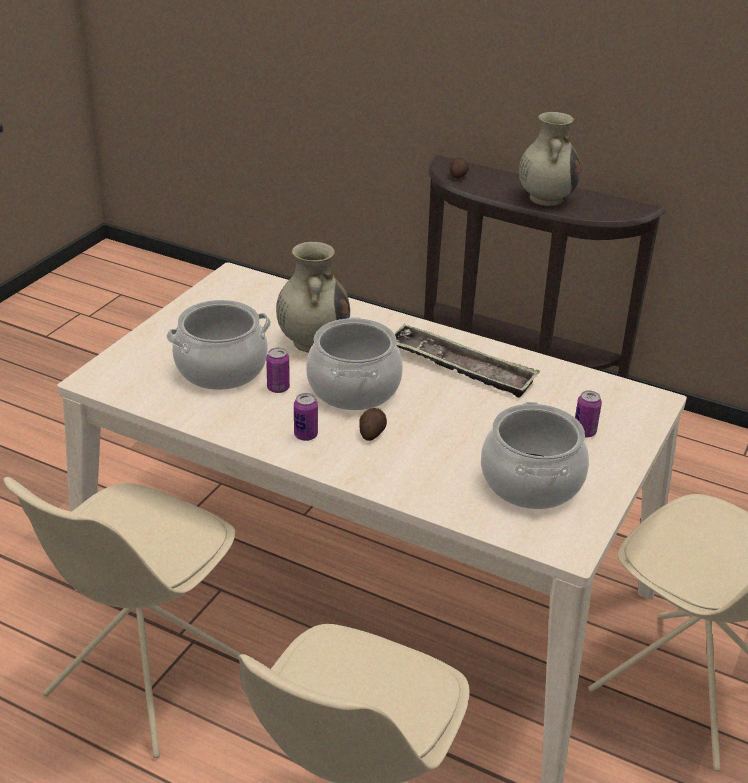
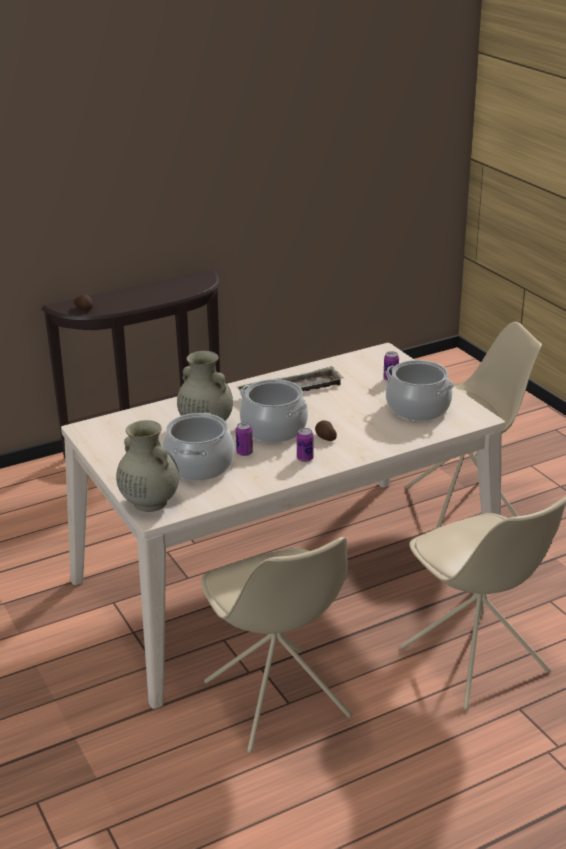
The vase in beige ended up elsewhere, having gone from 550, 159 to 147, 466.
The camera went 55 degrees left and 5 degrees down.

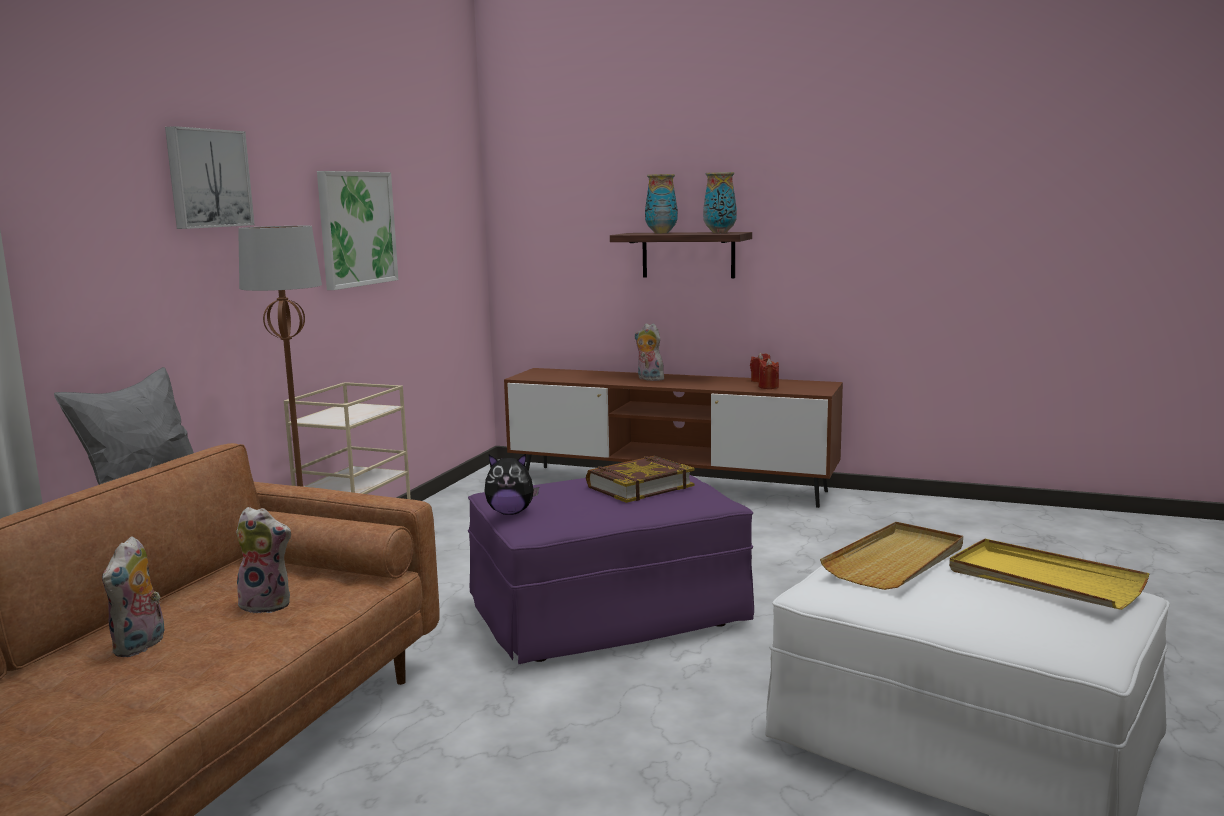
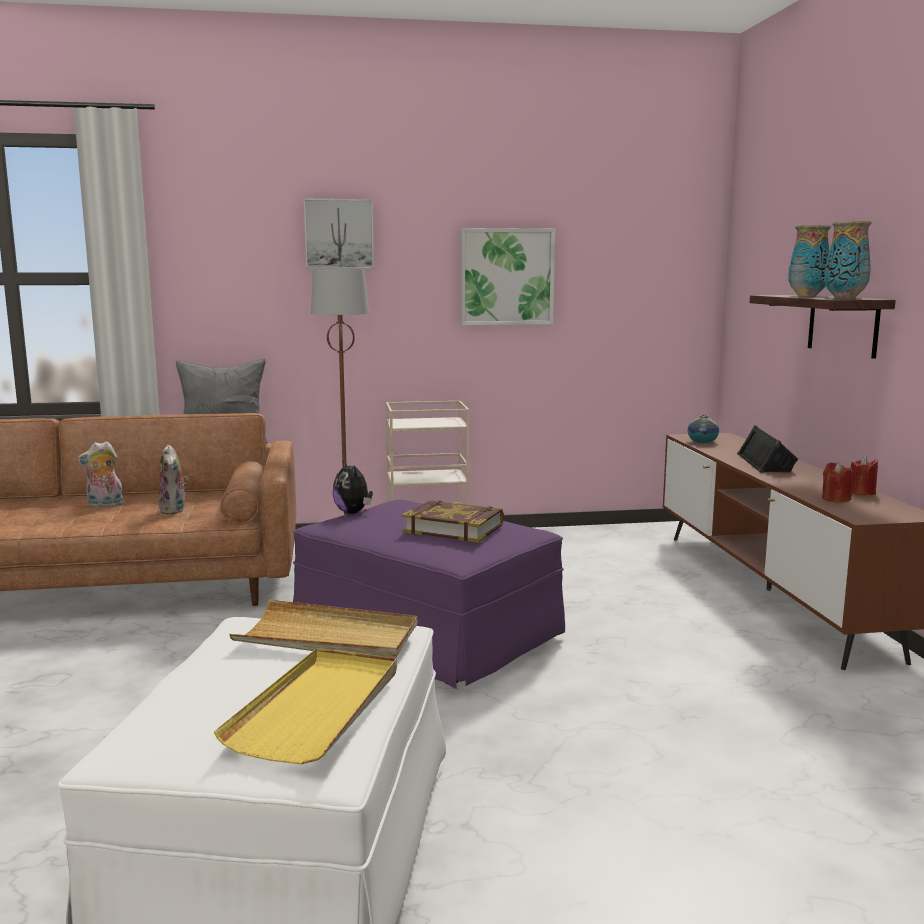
Where the plush toy stood at 649, 352, the speaker in black came to stand at 767, 448.
The second view gained the vase at 703, 429.
The camera went 60 degrees right and 0 degrees up.

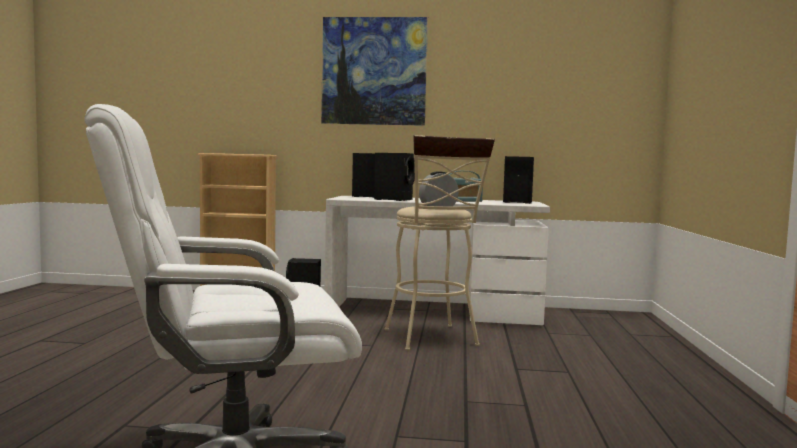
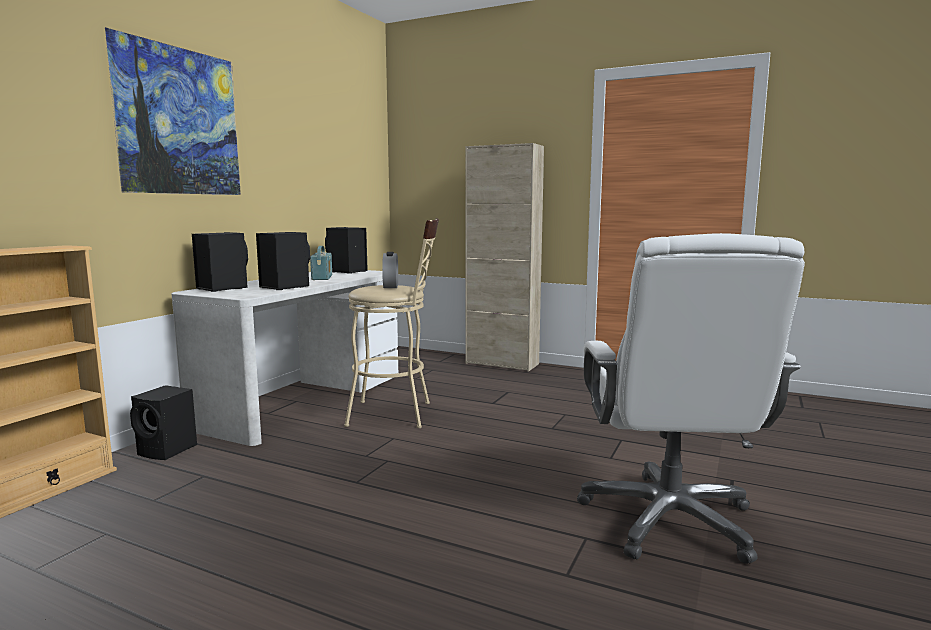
The second view gained the cabinet in beige at 504, 257.
The camera went 70 degrees left and 5 degrees up.

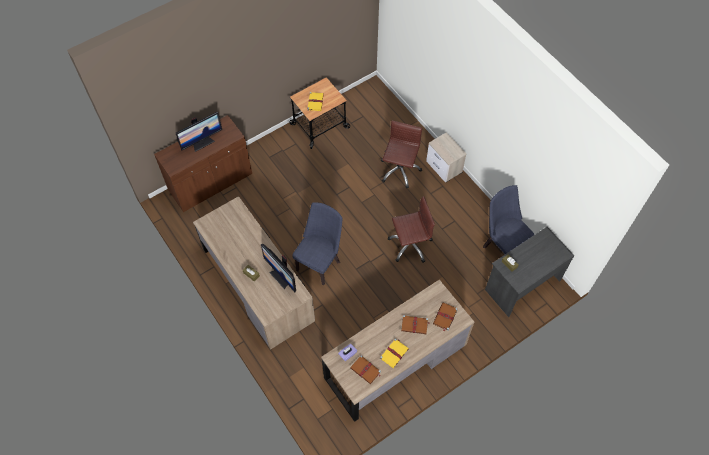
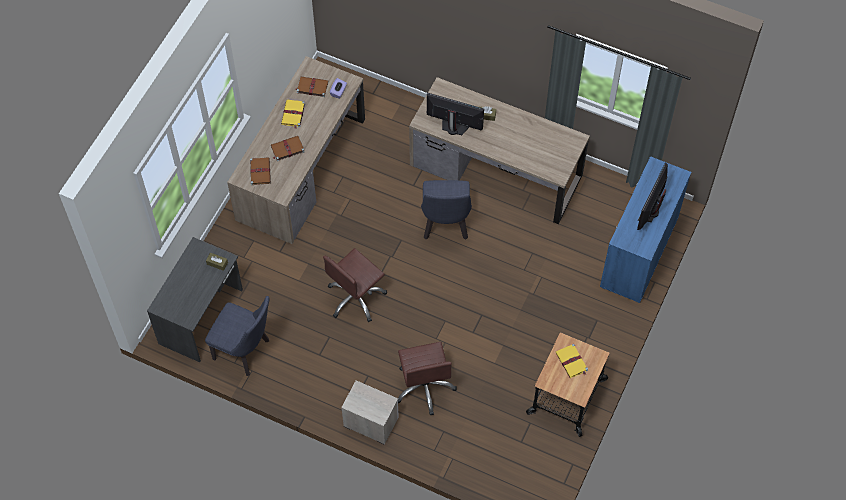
What was the cabinet in brown at 203, 163 turned into the cabinet in blue at 645, 229.
The camera went 150 degrees right and 0 degrees up.

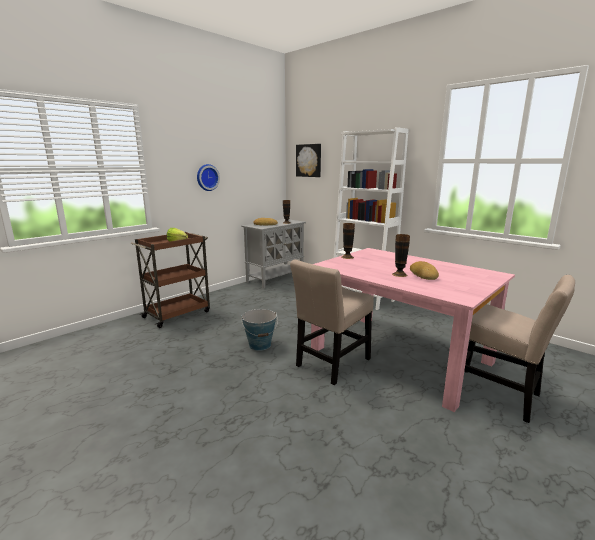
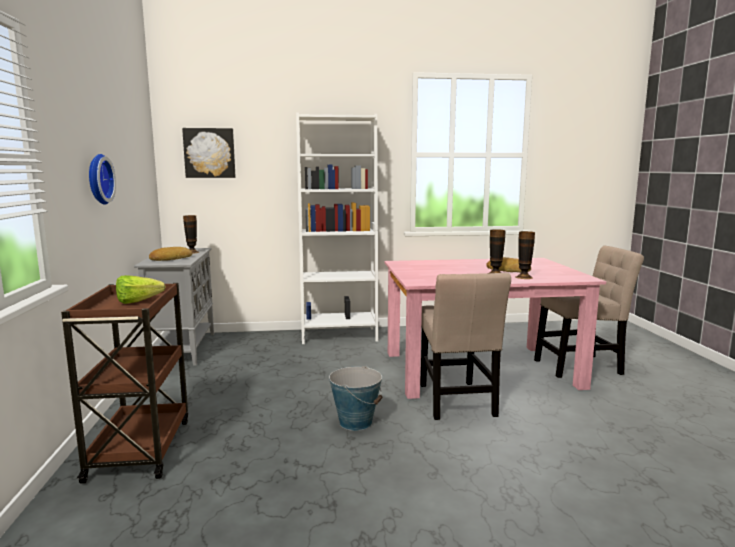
The vase ended up elsewhere, having gone from 348, 241 to 525, 255.
The camera went 50 degrees left and 5 degrees down.

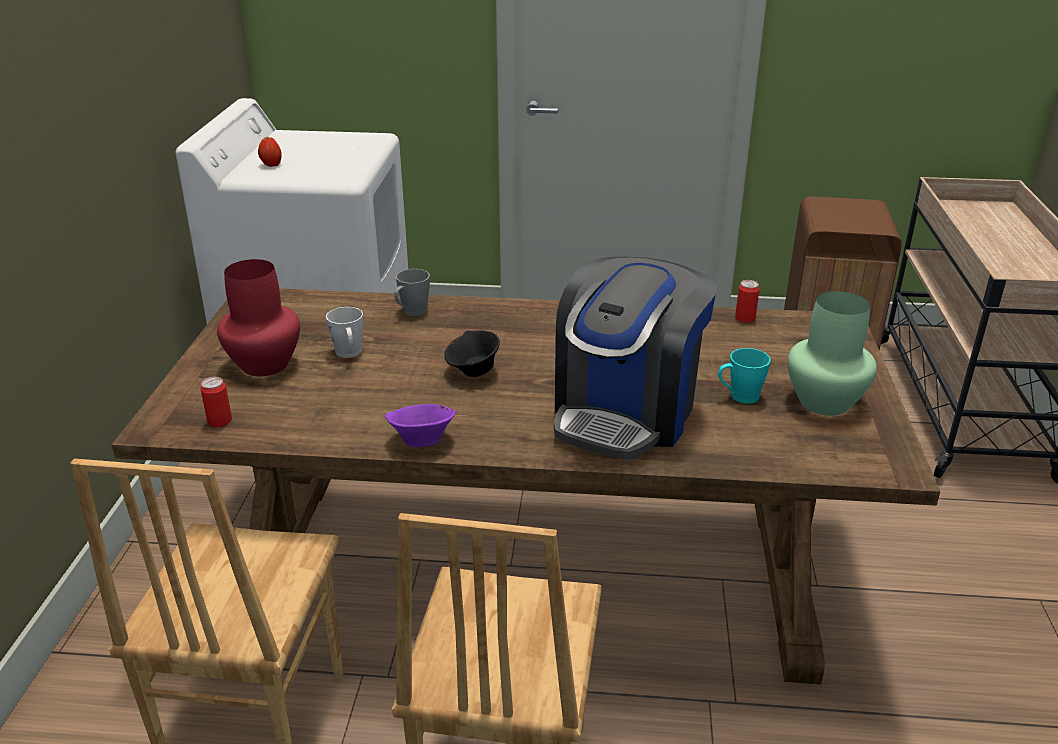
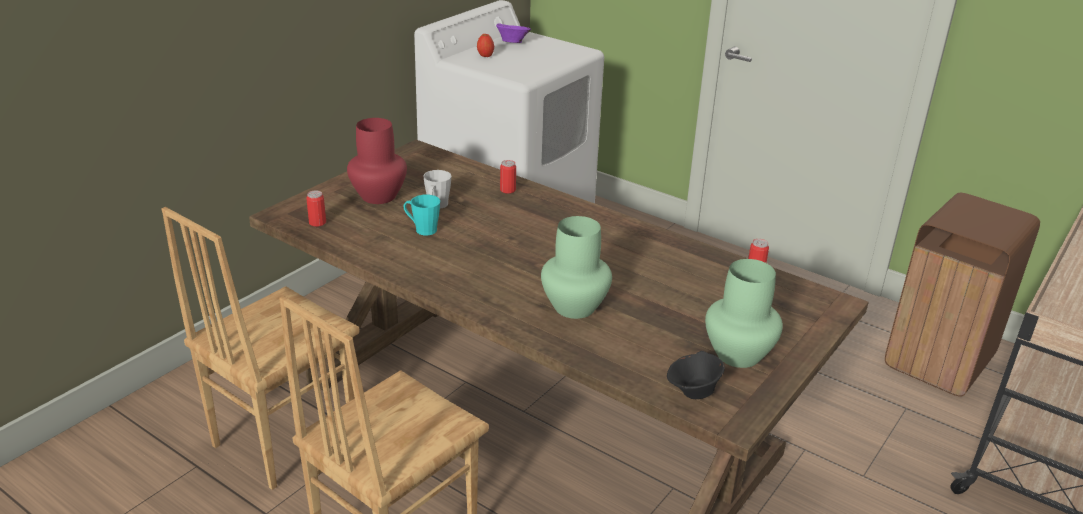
Where the coffee machine stood at 635, 358, the vase in green came to stand at 576, 267.
Where the mug in grey stood at 412, 292, the can came to stand at 508, 177.
The bowl in black ended up elsewhere, having gone from 472, 353 to 696, 375.
The mug in turquoise ended up elsewhere, having gone from 744, 376 to 421, 215.
The bowl in purple ended up elsewhere, having gone from 420, 425 to 513, 33.
The camera went 30 degrees right and 0 degrees up.

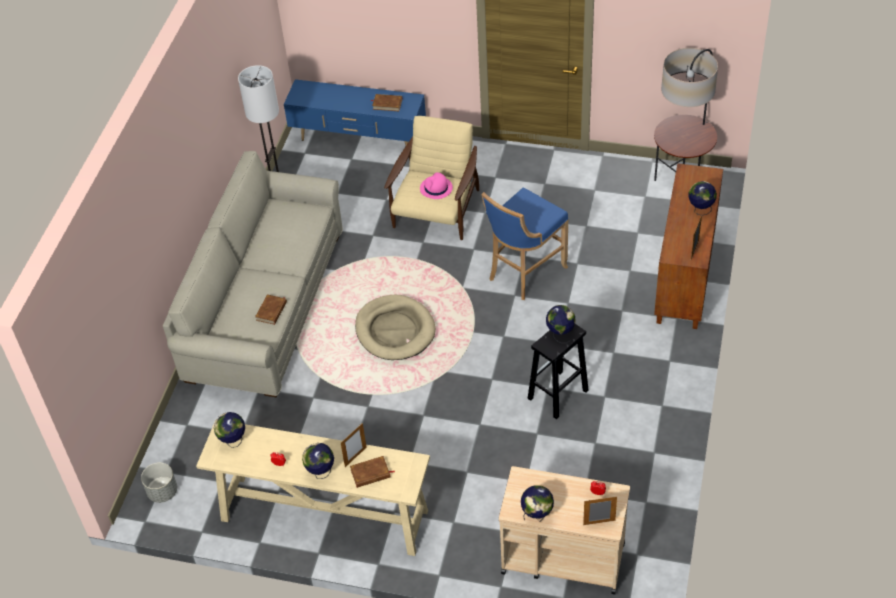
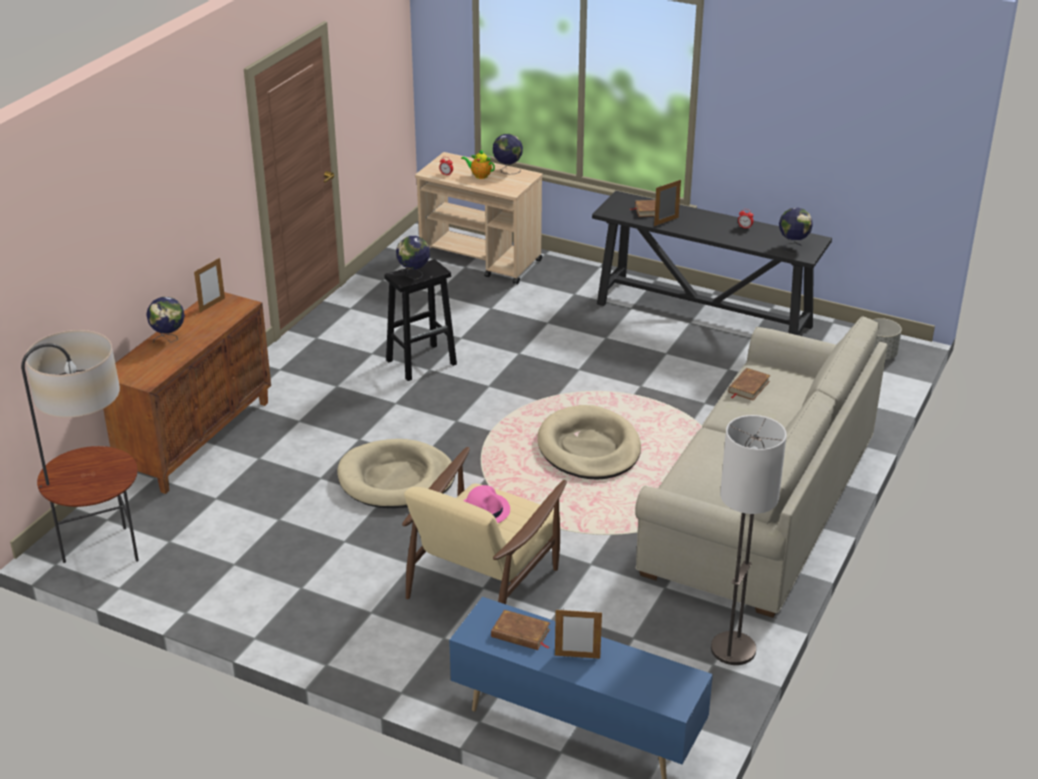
Where the stool in blue stood at 524, 244, the dog bed in beige came to stand at 396, 473.
What was the console table in beige at 313, 488 turned into the console table in black at 712, 263.
The second view lost the globe at 318, 461.
The picture frame ended up elsewhere, having gone from 600, 510 to 578, 633.
The second view gained the teapot at 478, 164.
The camera went 170 degrees left and 15 degrees down.

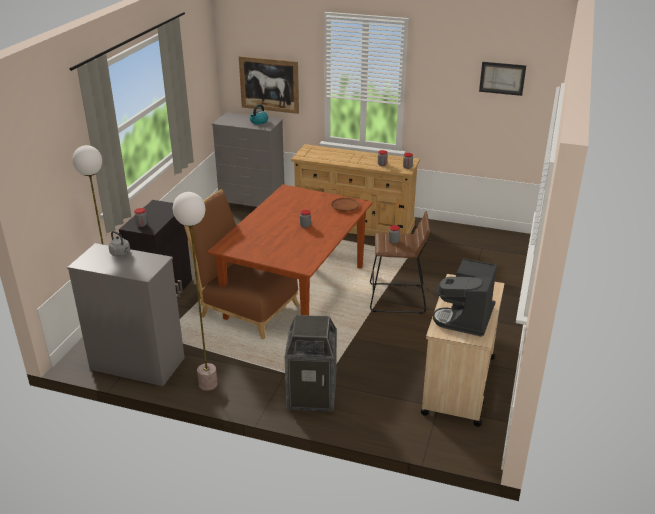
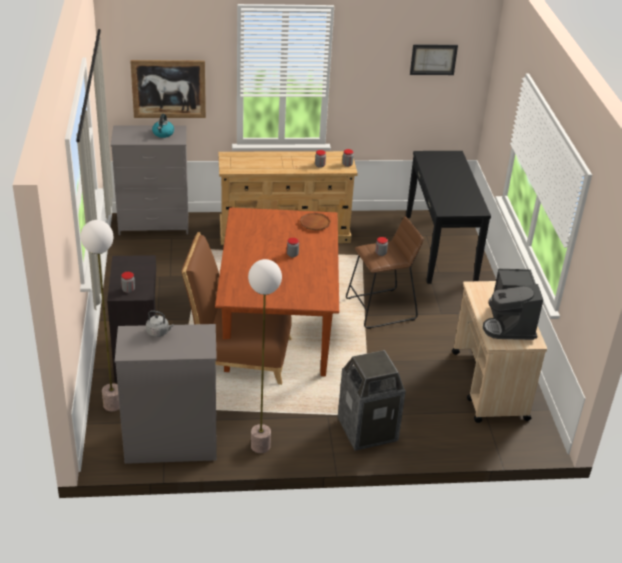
The second view gained the console table in black at 448, 217.
The camera went 25 degrees left and 5 degrees up.

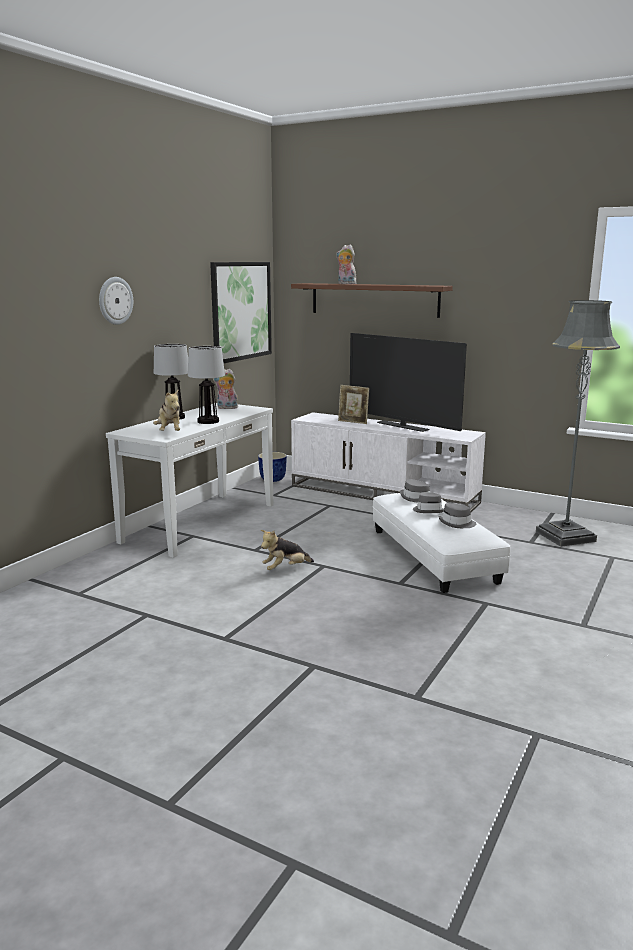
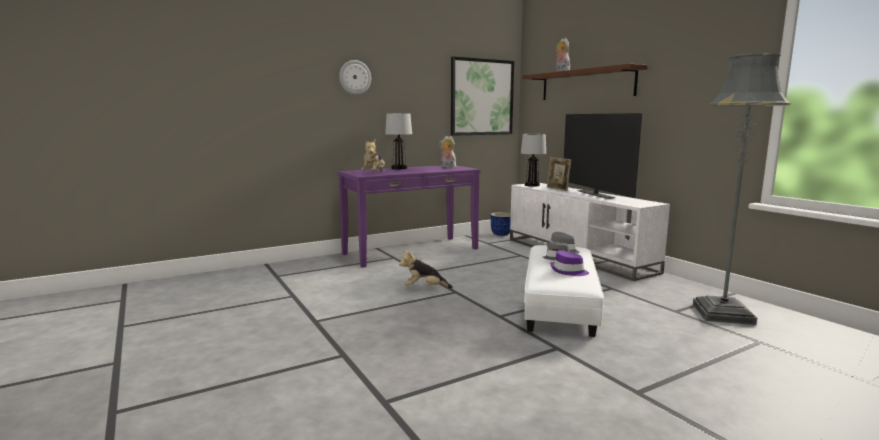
The table lamp ended up elsewhere, having gone from 206, 385 to 533, 160.
What was the console table in white at 190, 480 turned into the console table in purple at 408, 217.
What was the hat in grey at 457, 515 turned into the hat in purple at 569, 263.
The camera went 30 degrees right and 5 degrees down.

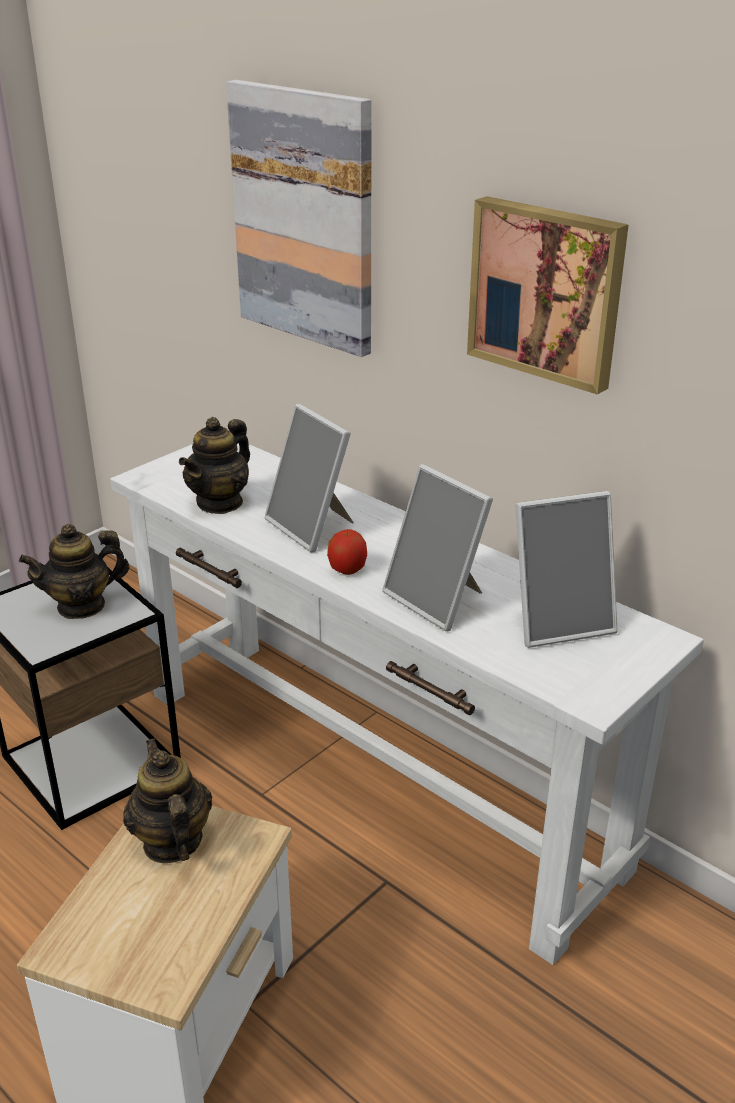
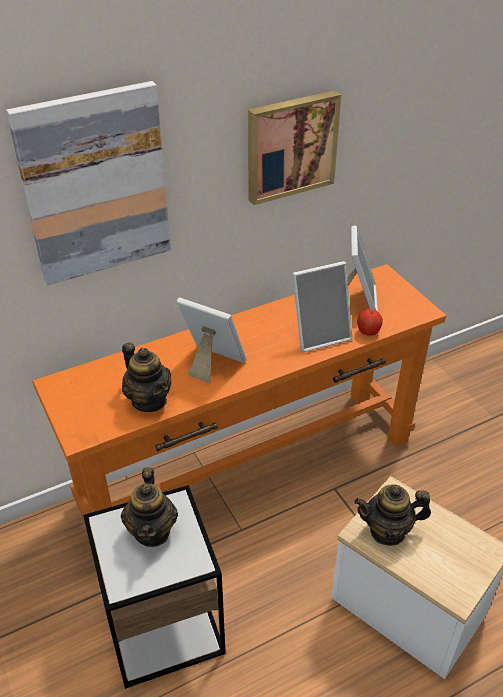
The picture frame at 309, 478 ended up facing another way, 135 degrees counterclockwise from before.
What was the console table in white at 407, 704 turned into the console table in orange at 239, 405.
The apple ended up elsewhere, having gone from 347, 552 to 370, 322.
The camera went 70 degrees left and 10 degrees up.

